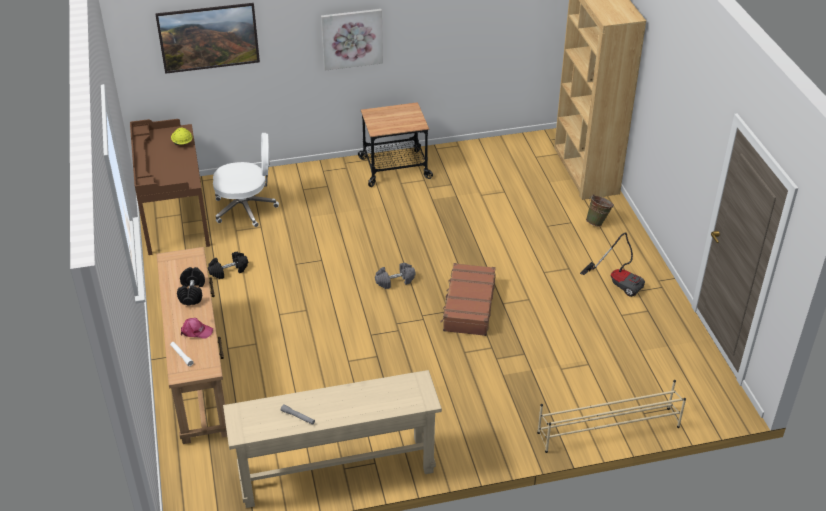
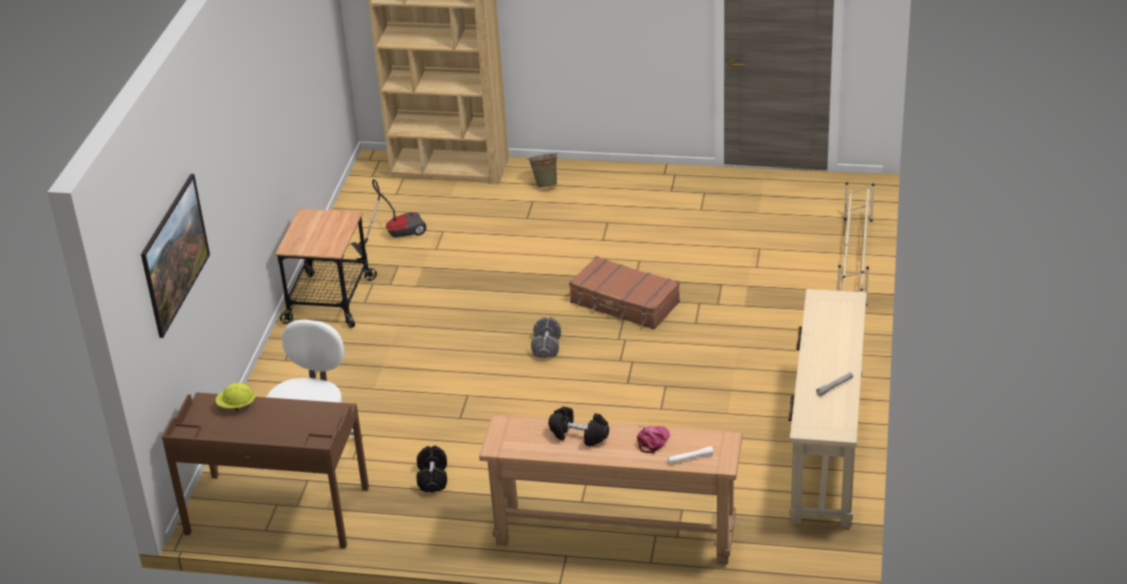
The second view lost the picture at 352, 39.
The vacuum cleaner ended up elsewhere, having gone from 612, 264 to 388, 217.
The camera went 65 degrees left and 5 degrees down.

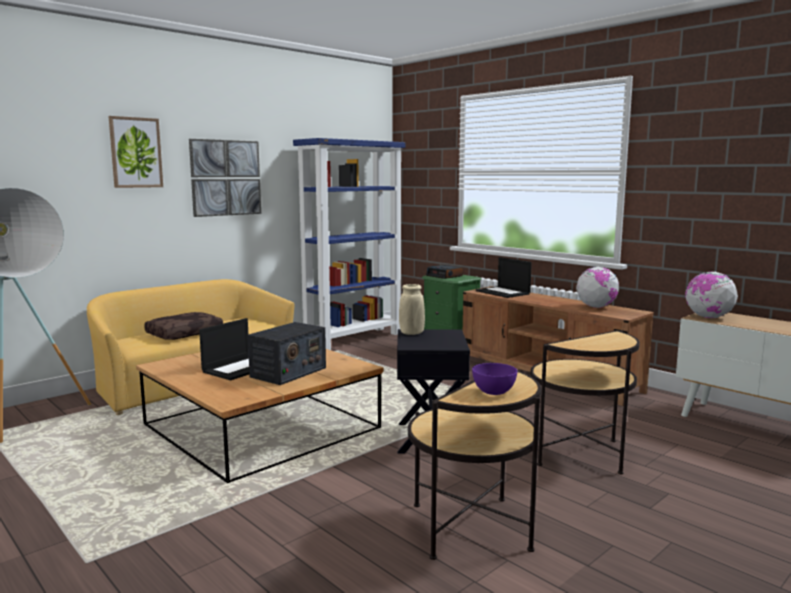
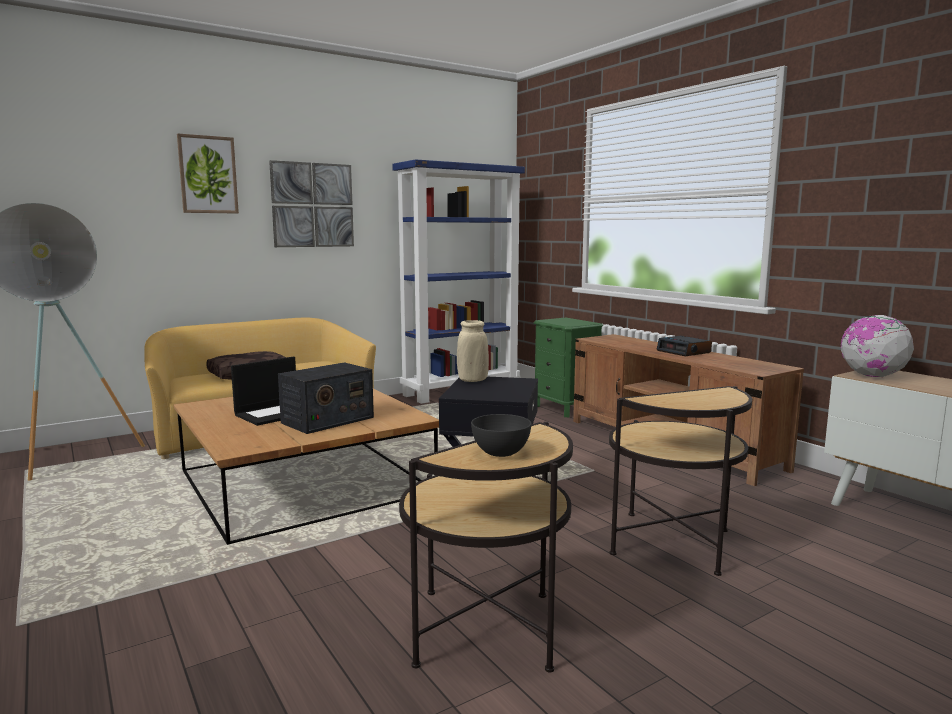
The second view lost the laptop at 504, 277.
The alarm clock ended up elsewhere, having gone from 444, 272 to 684, 346.
The second view lost the globe at 597, 287.
What was the bowl in purple at 494, 379 turned into the bowl in grey at 501, 435.
The camera went 10 degrees right and 0 degrees up.

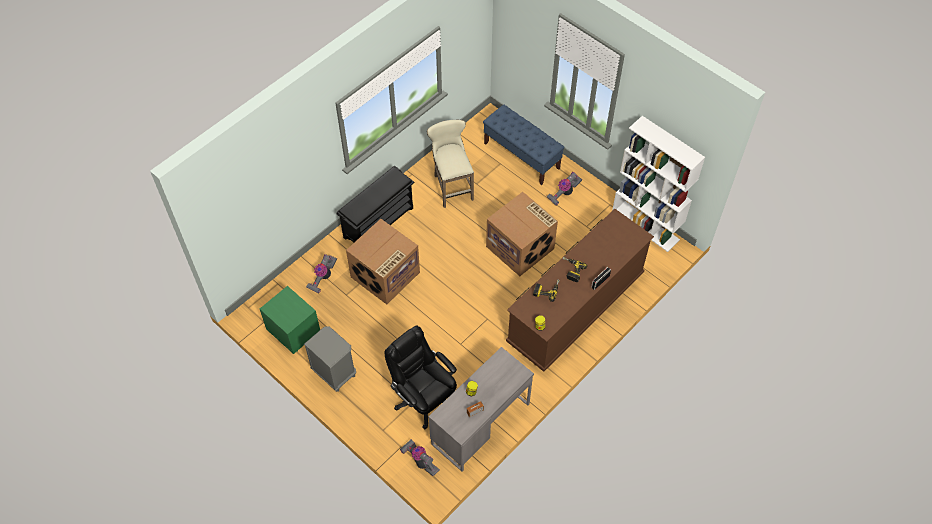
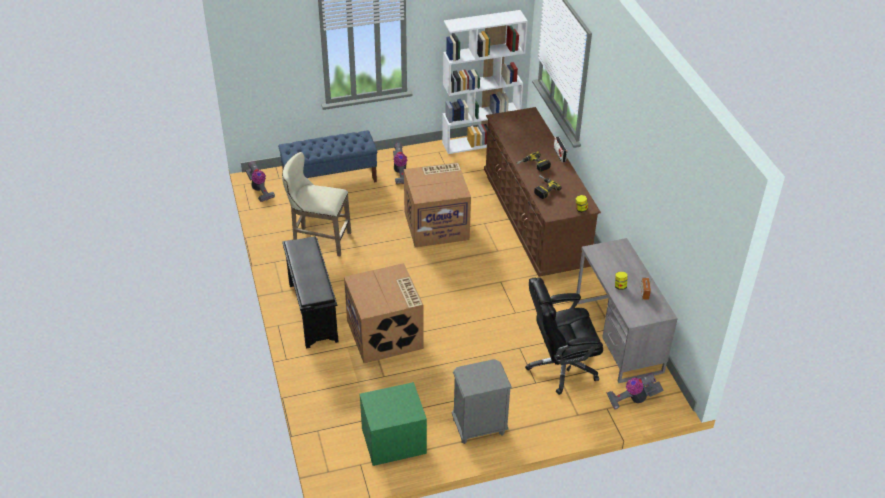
The vacuum cleaner ended up elsewhere, having gone from 321, 273 to 260, 181.
The camera went 60 degrees left and 15 degrees down.

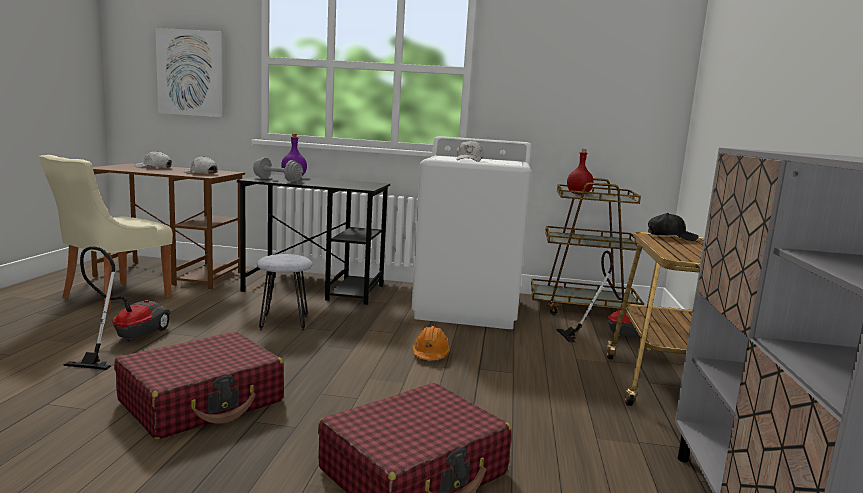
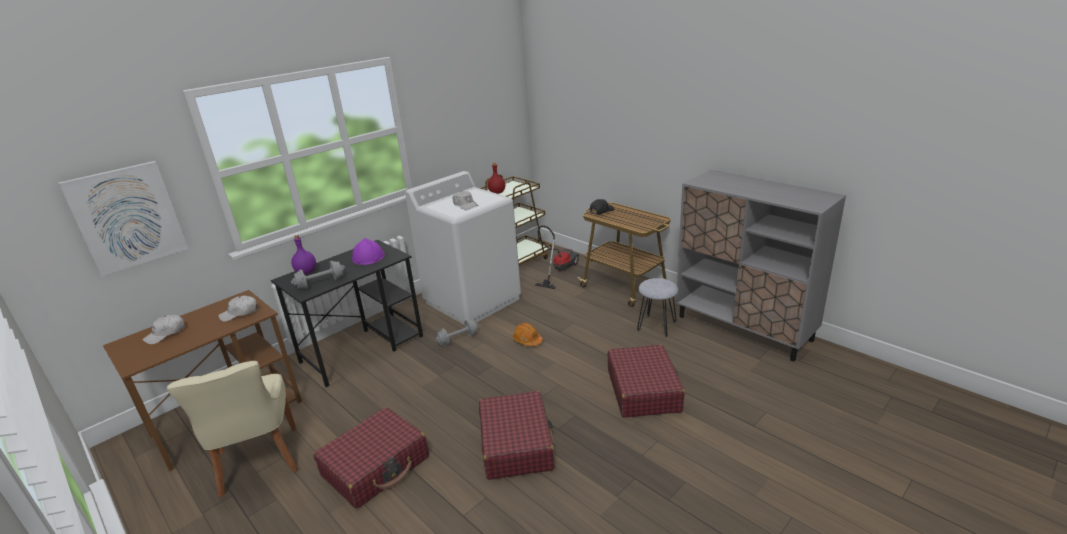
Where the vacuum cleaner stood at 117, 308, the suitcase in red came to stand at 371, 458.
The stool in grey ended up elsewhere, having gone from 285, 292 to 657, 308.
The second view gained the hard hat in purple at 368, 251.
The second view gained the dumbbell in grey at 456, 333.
The camera went 50 degrees left and 15 degrees up.

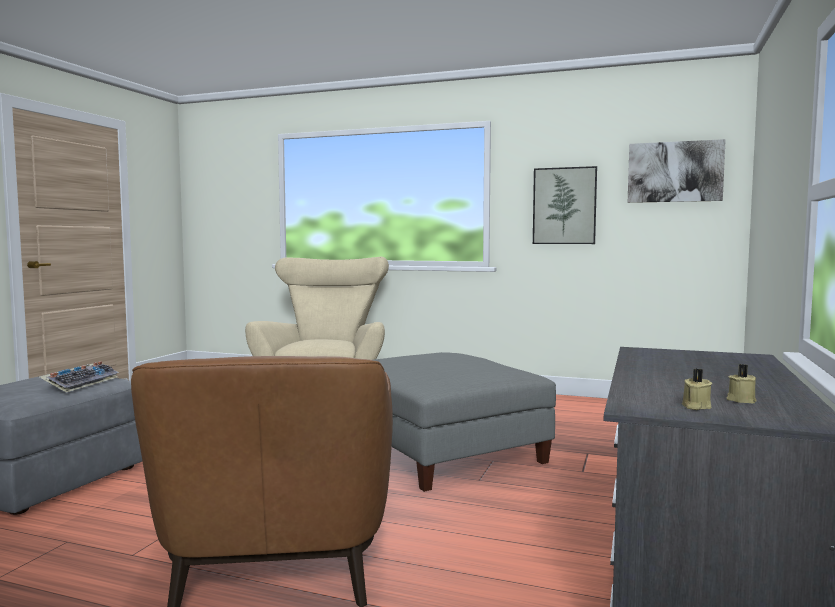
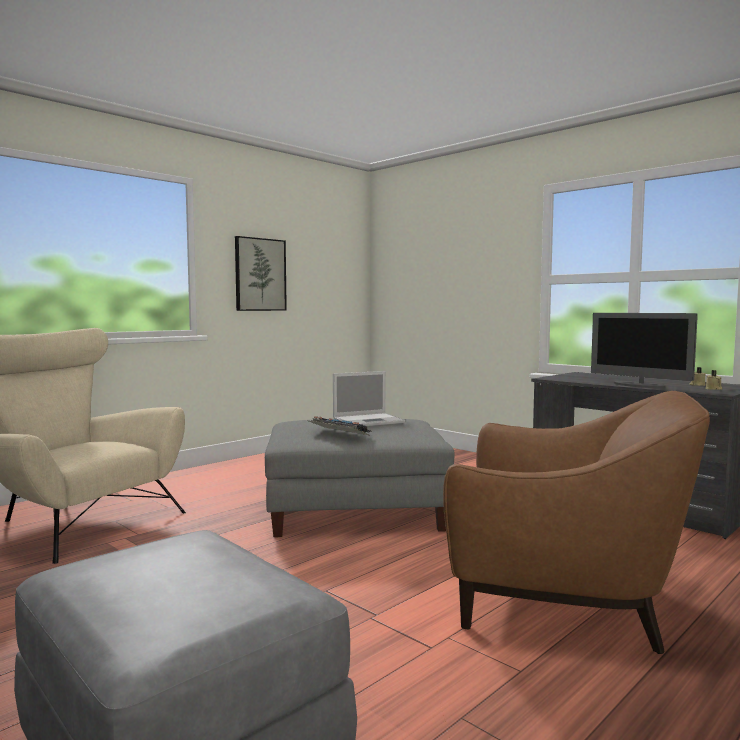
The second view lost the picture at 677, 171.
The keyboard ended up elsewhere, having gone from 79, 377 to 338, 426.
The second view gained the monitor at 644, 350.
The second view gained the laptop at 369, 398.
The camera went 65 degrees left and 0 degrees up.

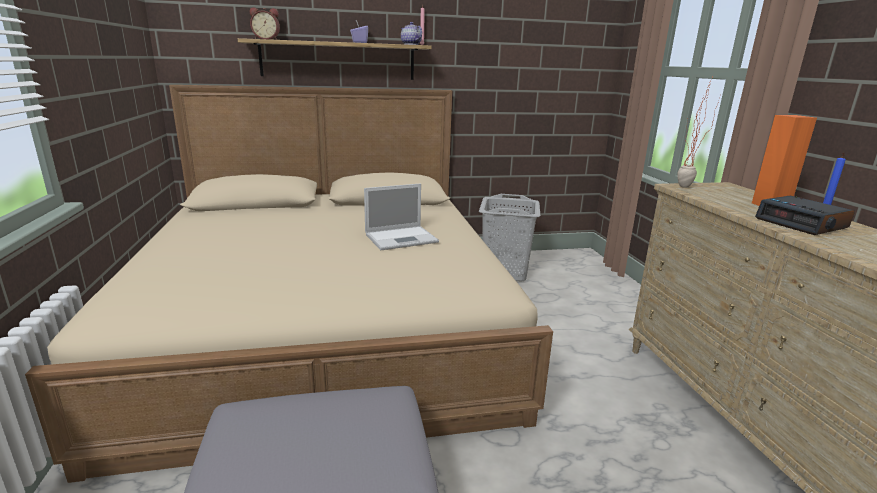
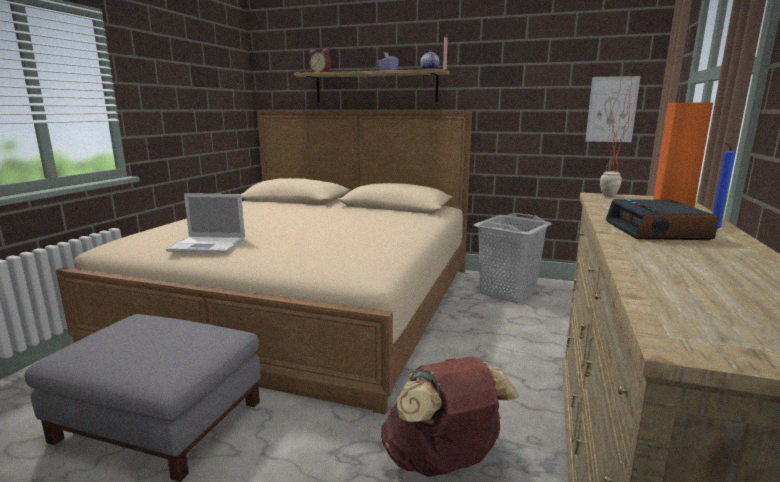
The laptop ended up elsewhere, having gone from 401, 216 to 205, 223.
The second view gained the picture at 613, 109.
The second view gained the backpack in brown at 450, 416.
The camera went 30 degrees right and 5 degrees down.

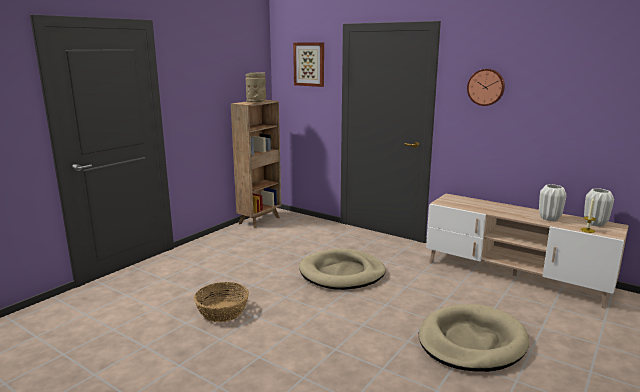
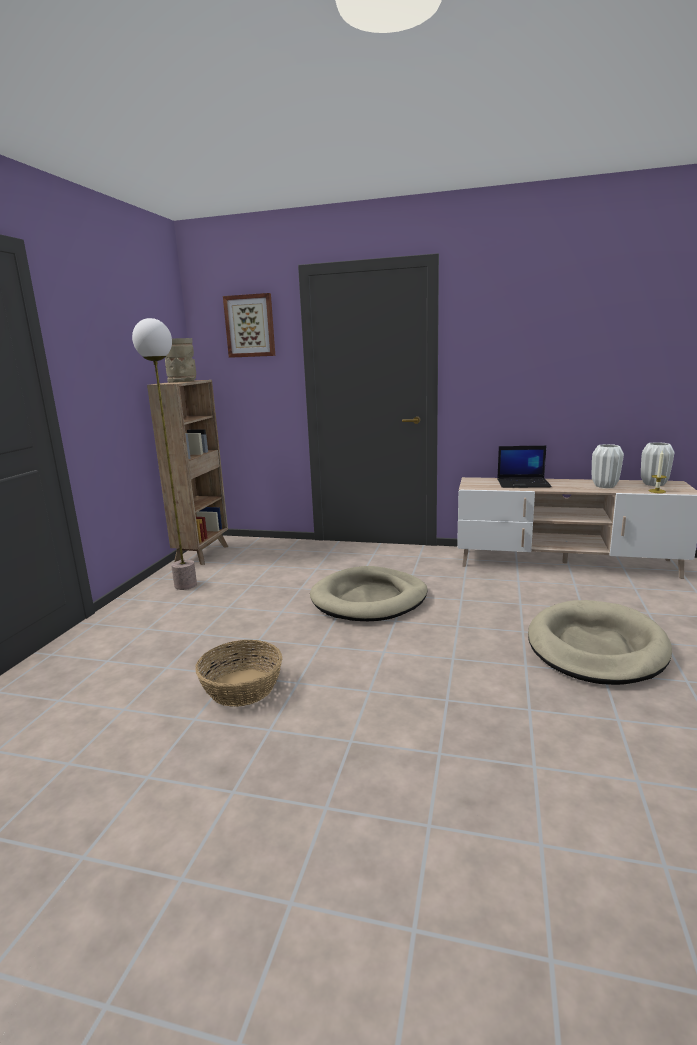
The second view lost the wall clock at 486, 87.
The second view gained the floor lamp at 164, 454.
The second view gained the laptop at 524, 467.
The camera went 20 degrees left and 0 degrees up.

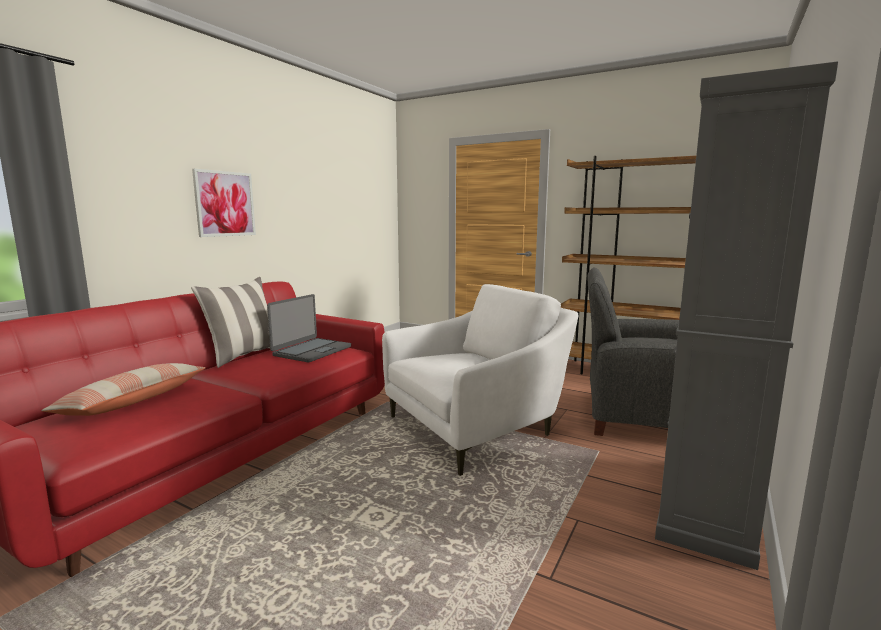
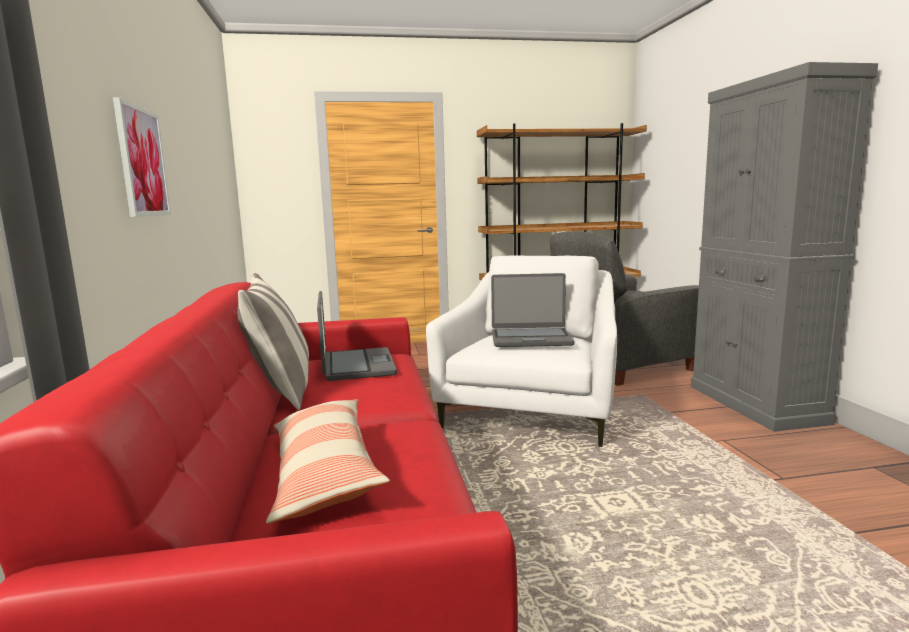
The second view gained the laptop at 532, 310.
The camera went 40 degrees left and 0 degrees up.

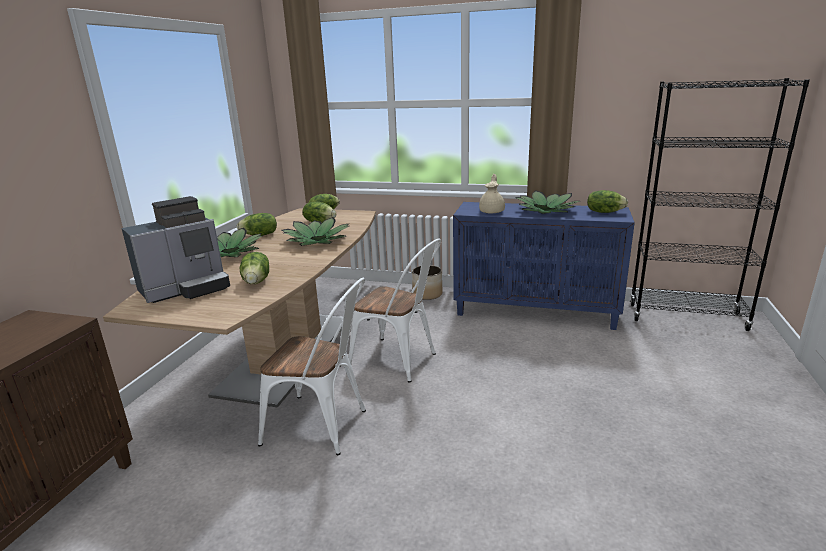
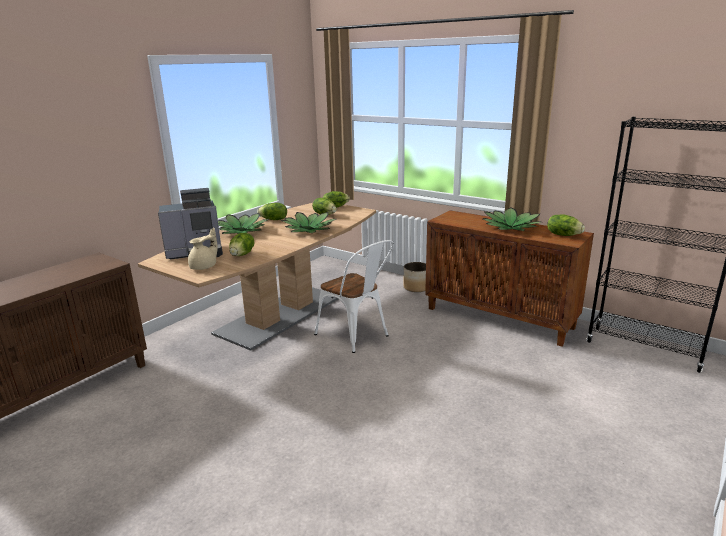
The teapot in beige ended up elsewhere, having gone from 492, 194 to 203, 248.
What was the cabinet in blue at 544, 266 turned into the cabinet in brown at 509, 278.
The second view lost the chair in white at 312, 366.
The camera went 20 degrees right and 0 degrees up.

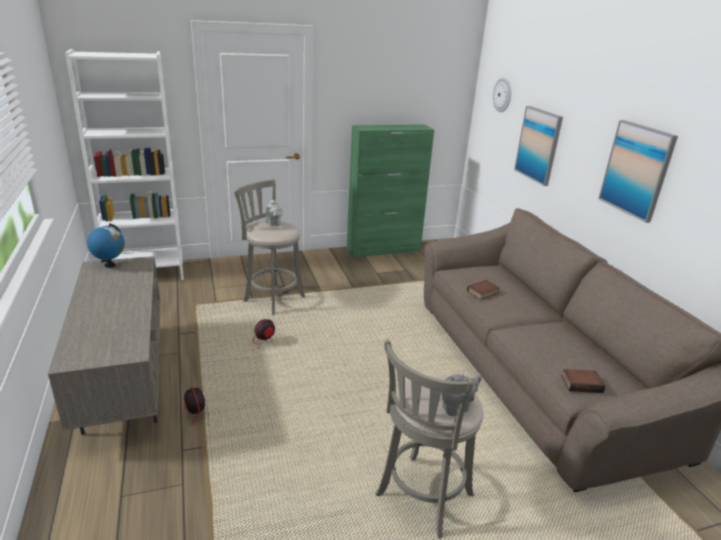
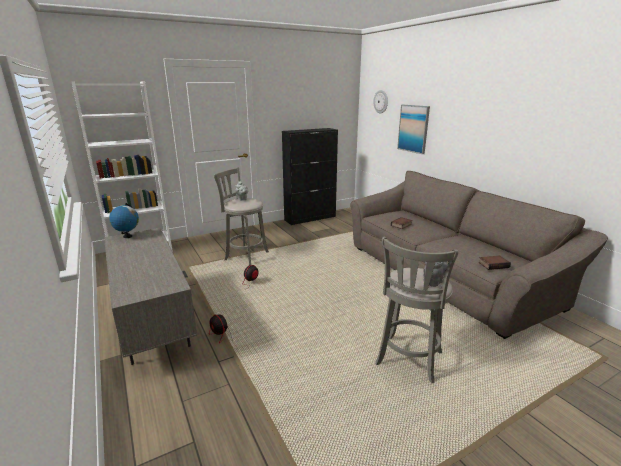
The second view lost the picture at 638, 171.
What was the cabinet in green at 390, 190 turned into the cabinet in black at 310, 176.
The camera went 10 degrees left and 5 degrees down.

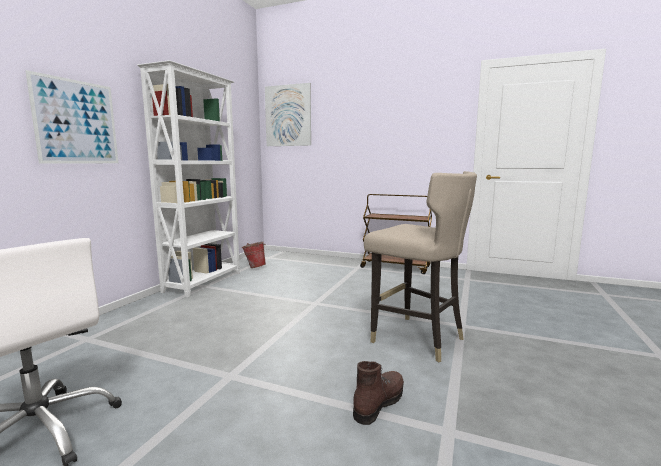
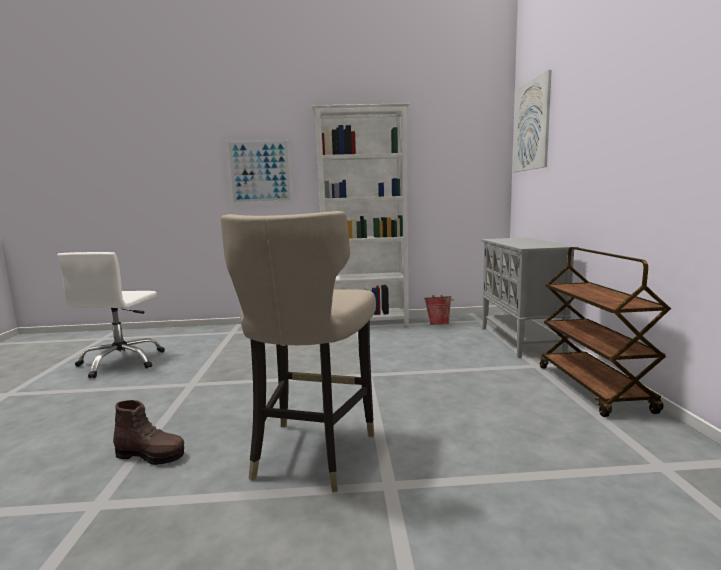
The second view gained the cabinet in grey at 530, 297.
The camera went 65 degrees right and 0 degrees up.

